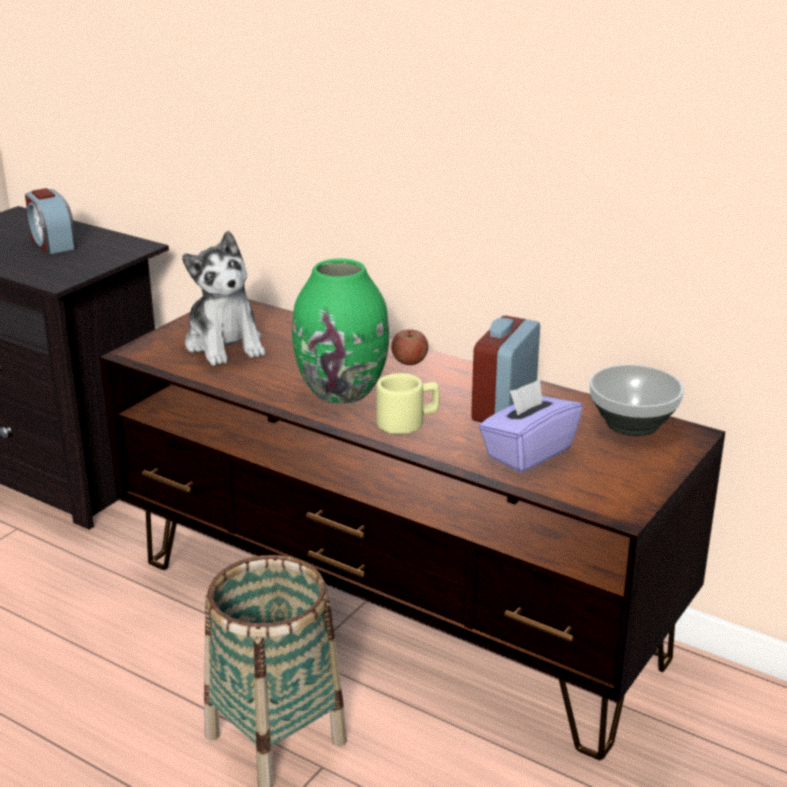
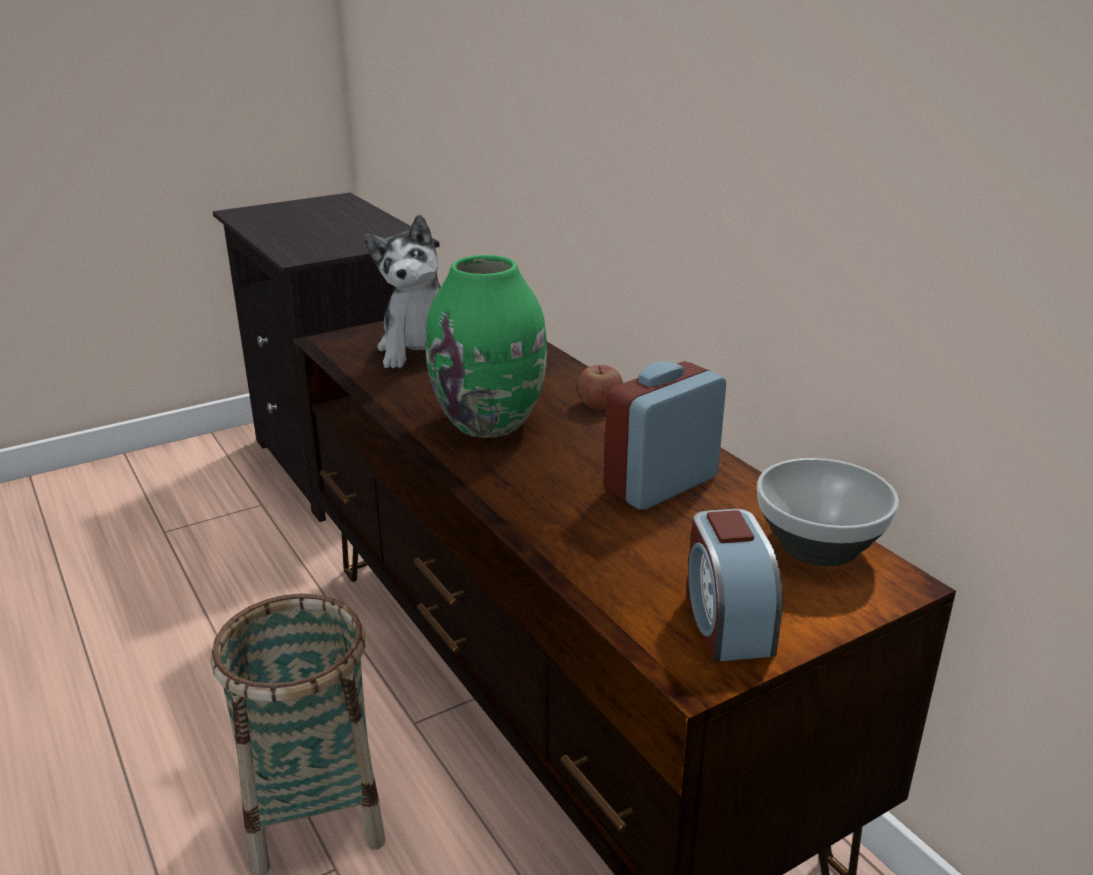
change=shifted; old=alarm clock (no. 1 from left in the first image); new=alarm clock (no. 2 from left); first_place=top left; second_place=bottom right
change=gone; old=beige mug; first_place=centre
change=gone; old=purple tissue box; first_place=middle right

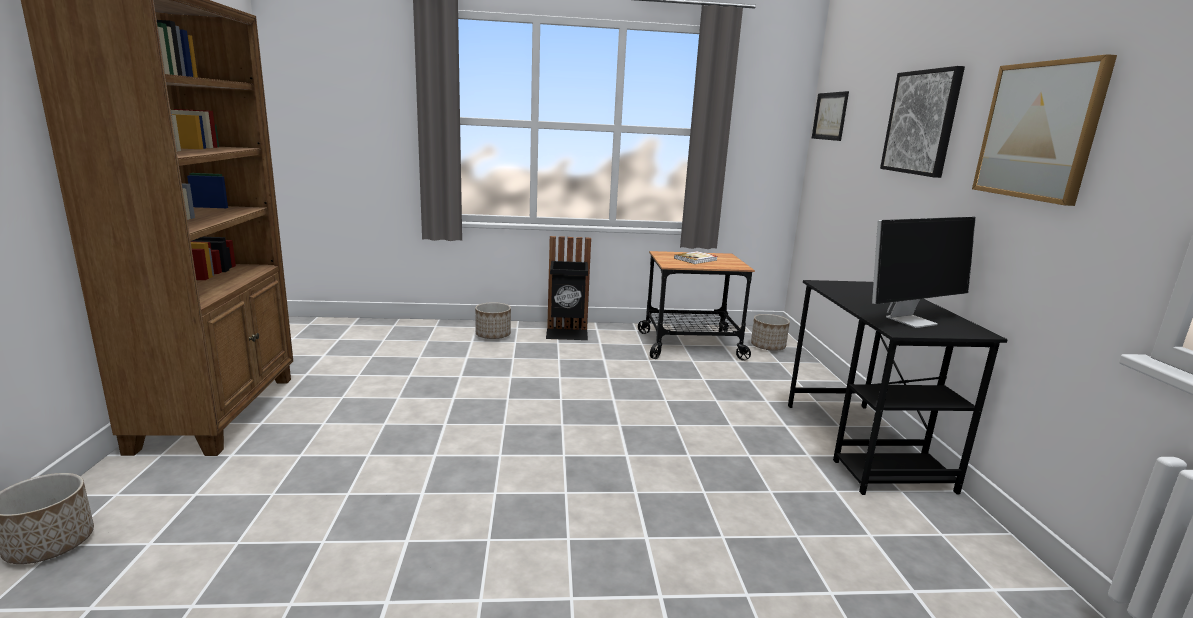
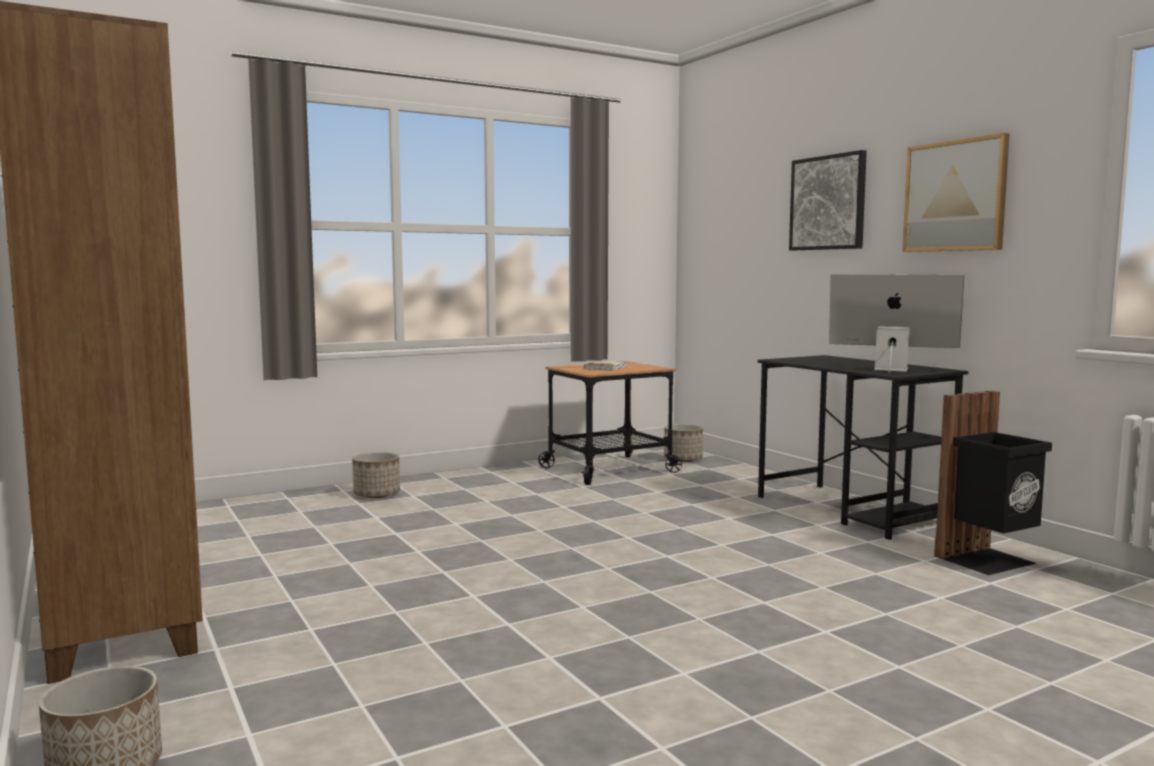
change=shifted; old=black trash can; first_place=centre; second_place=middle right
change=gone; old=picture (no. 1 from left); first_place=top right
change=rotated; old=monitor; first_place=middle right; second_place=middle right; degrees=-105

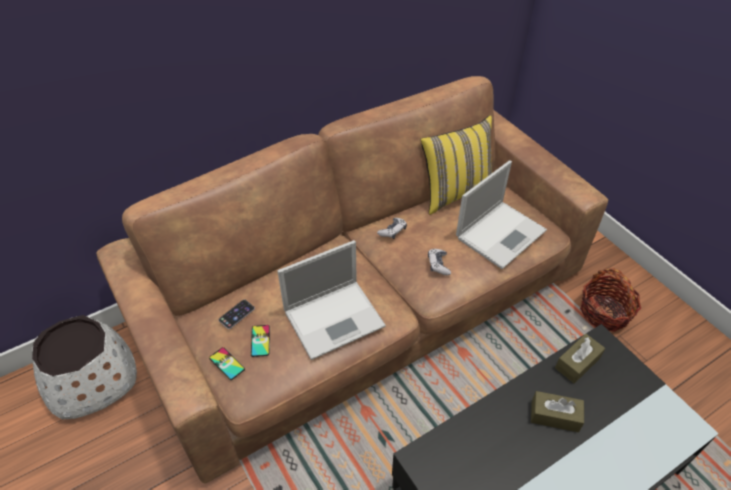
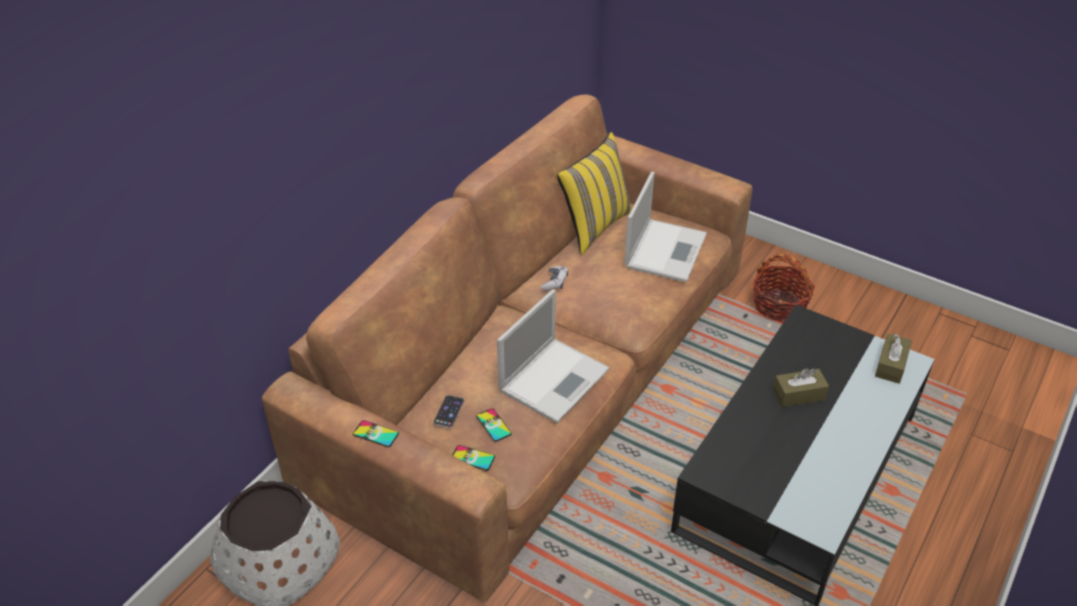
change=gone; old=game controller (no. 2 from left); first_place=centre
change=shifted; old=brown tissue box (no. 2 from left); first_place=bottom right; second_place=middle right
change=new; new=phone (no. 1 from left); second_place=bottom centre

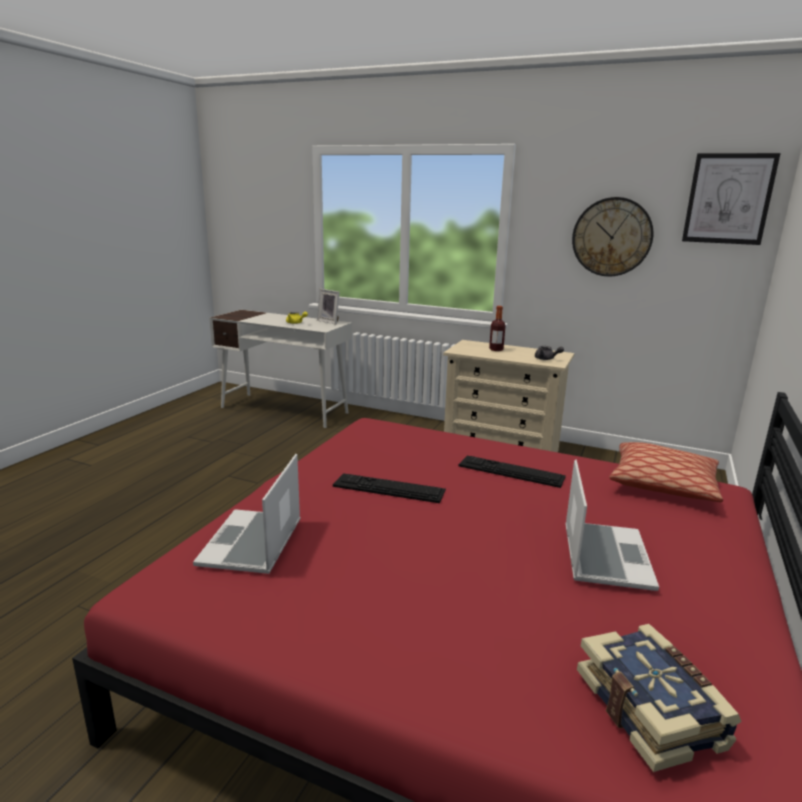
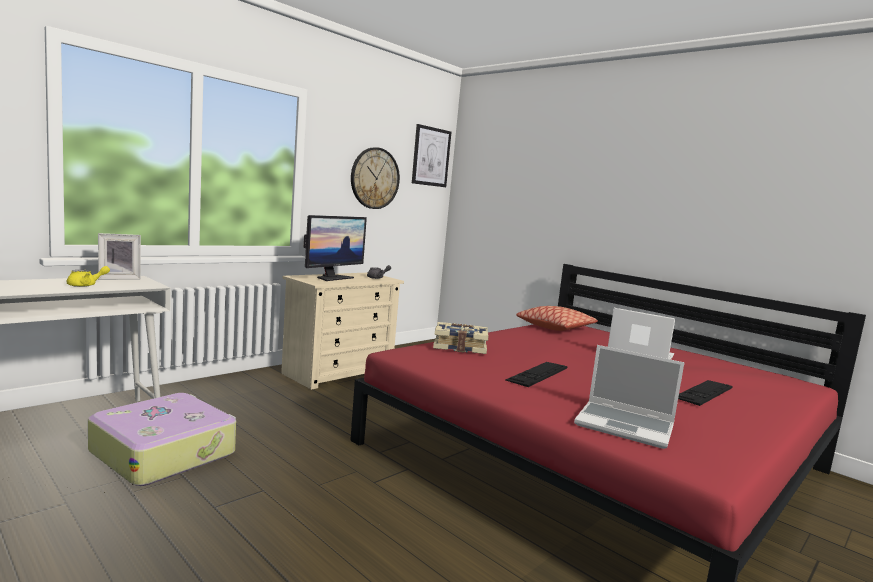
change=shifted; old=keyboard (no. 2 from left); first_place=centre; second_place=bottom right
change=swapped; old=bottle; new=monitor; first_place=centre; second_place=centre
change=shifted; old=book; first_place=bottom right; second_place=centre
change=new; new=suitcase; second_place=bottom left

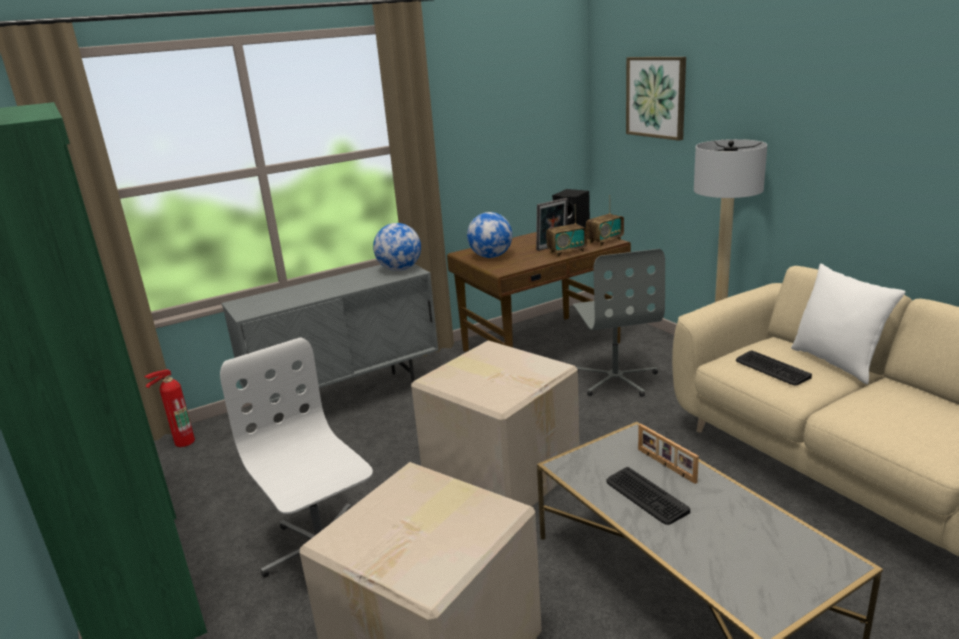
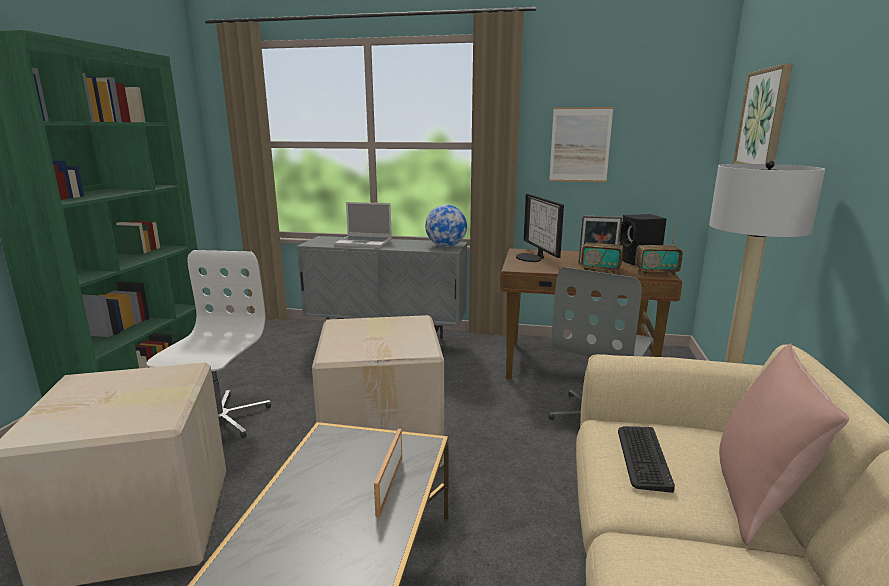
change=gone; old=fire extinguisher; first_place=middle left
change=swapped; old=globe (no. 2 from left); new=monitor; first_place=centre; second_place=centre
change=gone; old=keyboard (no. 1 from left); first_place=bottom right
change=repainted; old=white pillow; new=pink pillow; first_place=middle right; second_place=bottom right
change=new; new=laptop; second_place=centre
change=new; new=picture (no. 1 from left); second_place=top centre

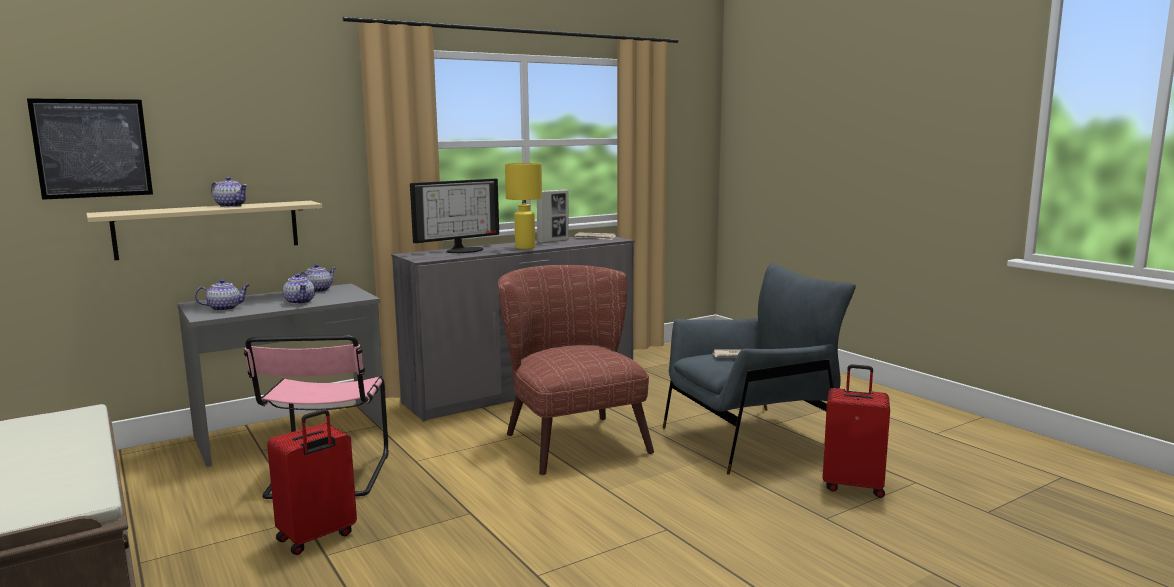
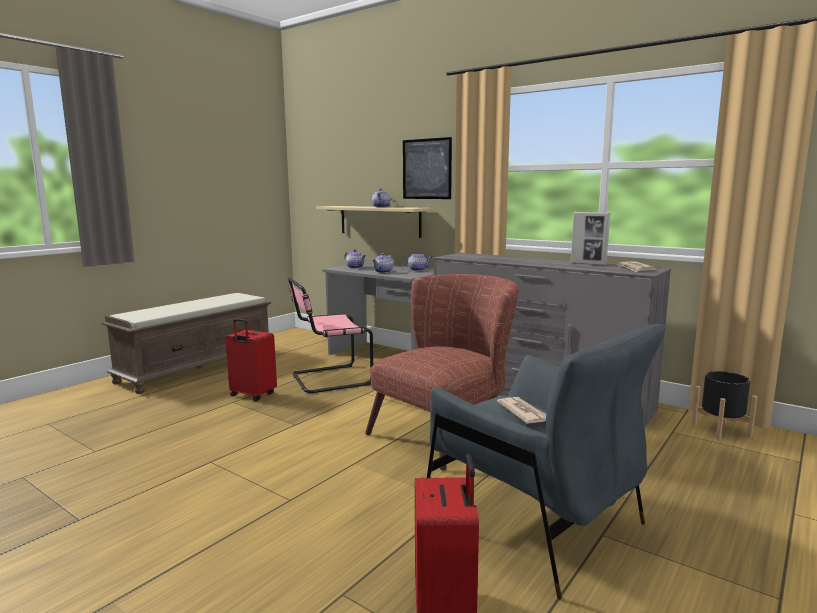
change=shifted; old=picture; first_place=top left; second_place=top centre
change=gone; old=monitor; first_place=centre
change=gone; old=yellow table lamp; first_place=centre
change=new; new=black planter; second_place=middle right

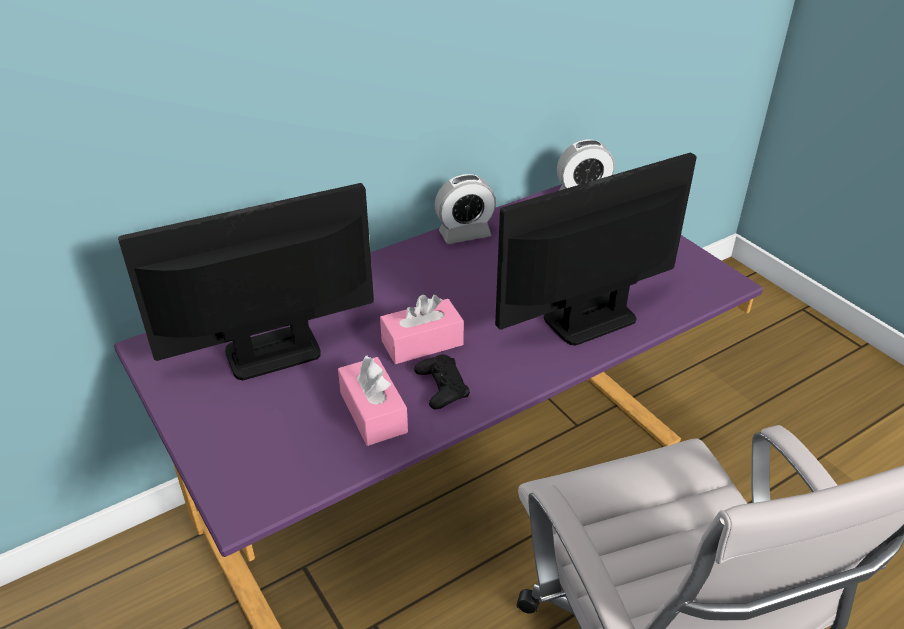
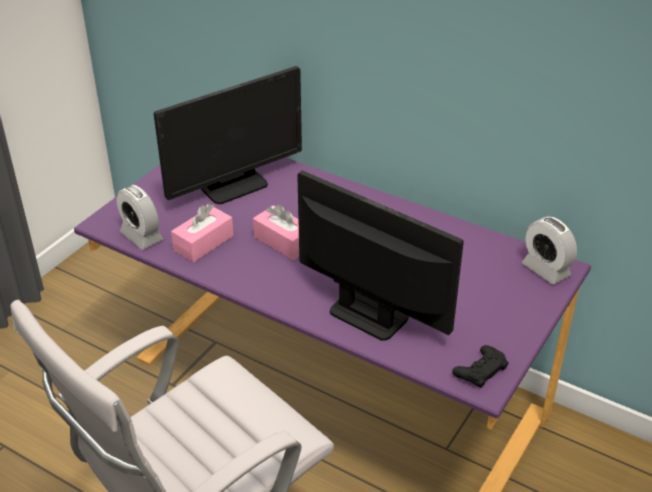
change=rotated; old=monitor (no. 1 from left); first_place=middle left; second_place=top centre; degrees=105
change=shifted; old=black game controller; first_place=centre; second_place=bottom right
change=shifted; old=alarm clock (no. 1 from left); first_place=top centre; second_place=middle left

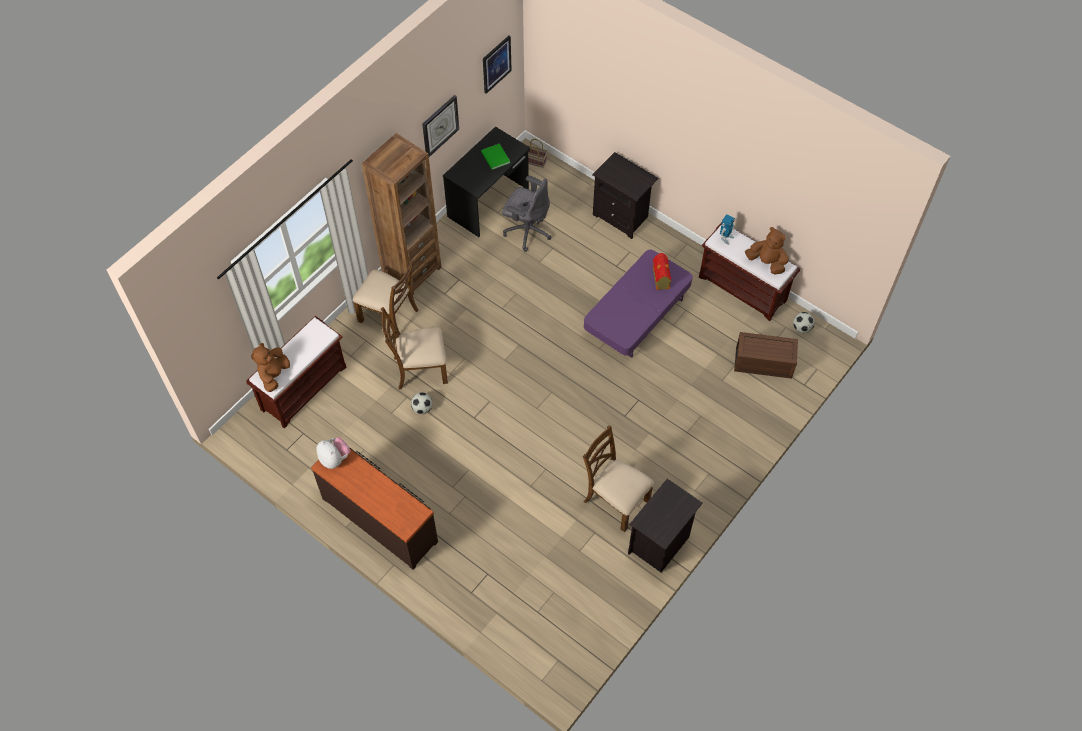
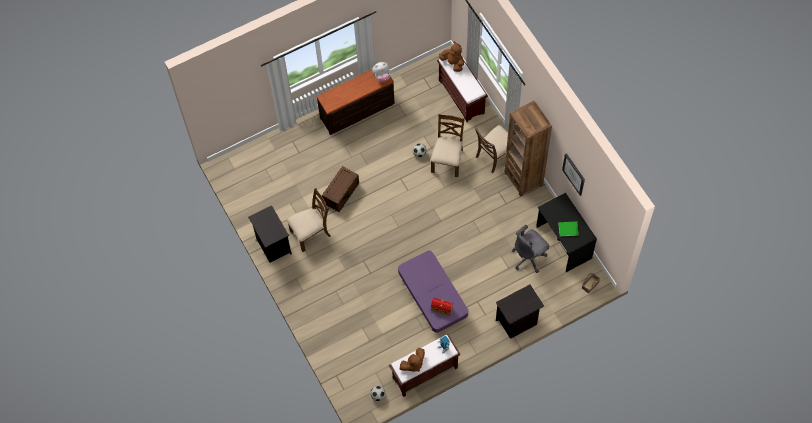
change=gone; old=picture; first_place=top centre
change=shifted; old=brown storage box; first_place=middle right; second_place=centre

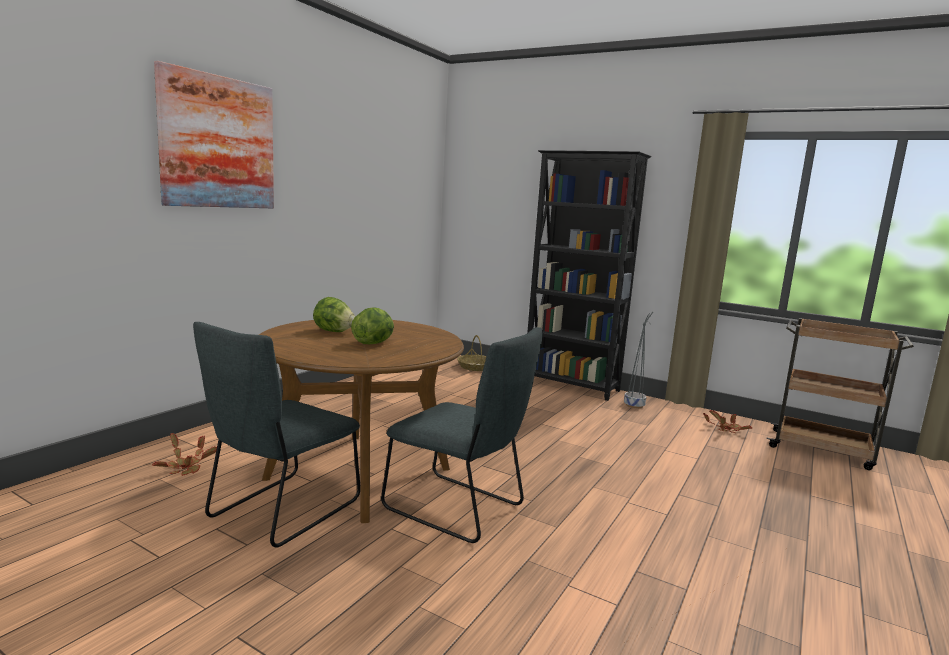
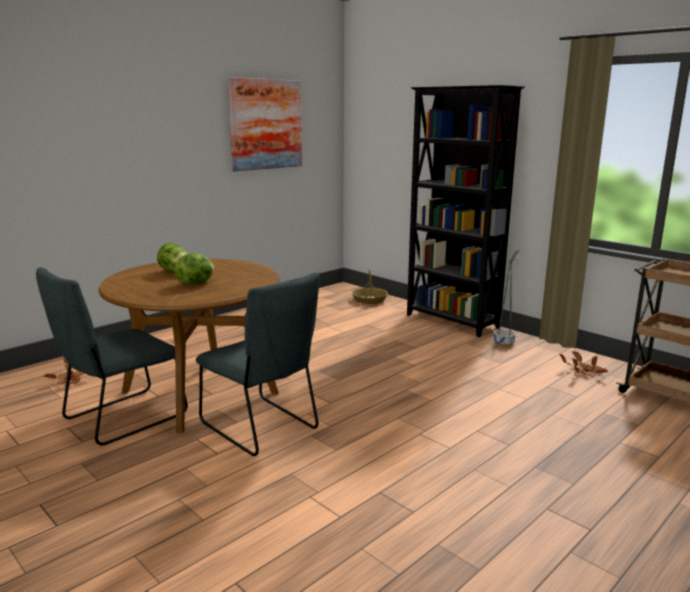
change=shifted; old=picture; first_place=top left; second_place=top centre

